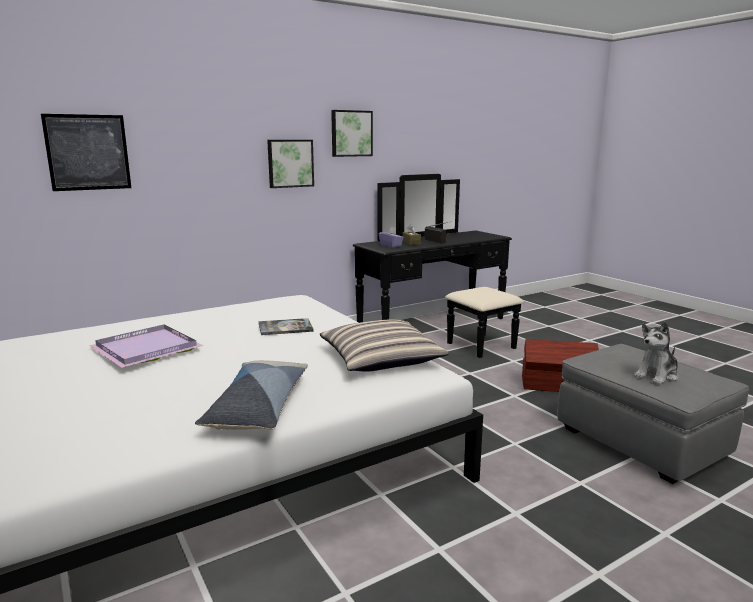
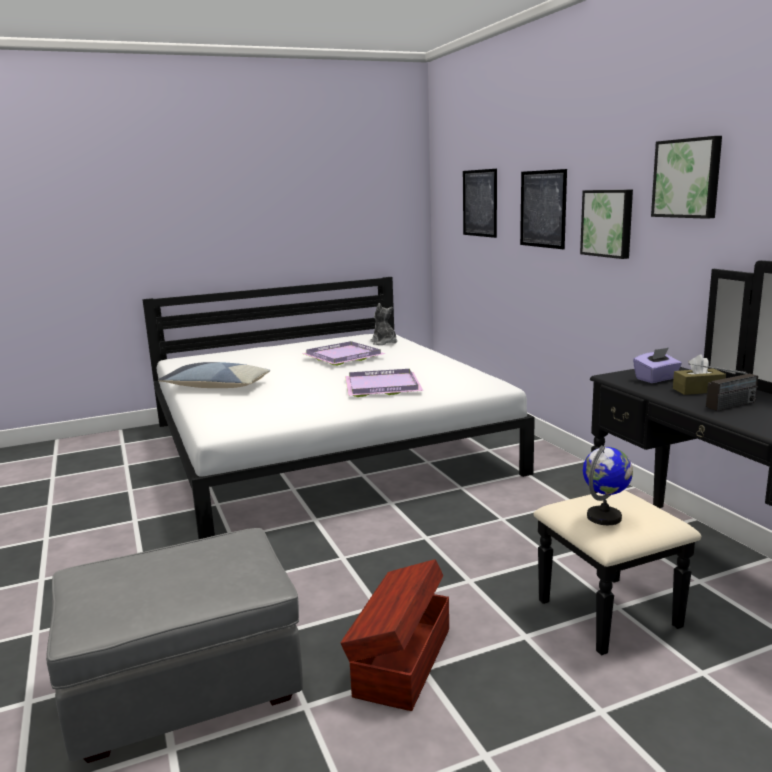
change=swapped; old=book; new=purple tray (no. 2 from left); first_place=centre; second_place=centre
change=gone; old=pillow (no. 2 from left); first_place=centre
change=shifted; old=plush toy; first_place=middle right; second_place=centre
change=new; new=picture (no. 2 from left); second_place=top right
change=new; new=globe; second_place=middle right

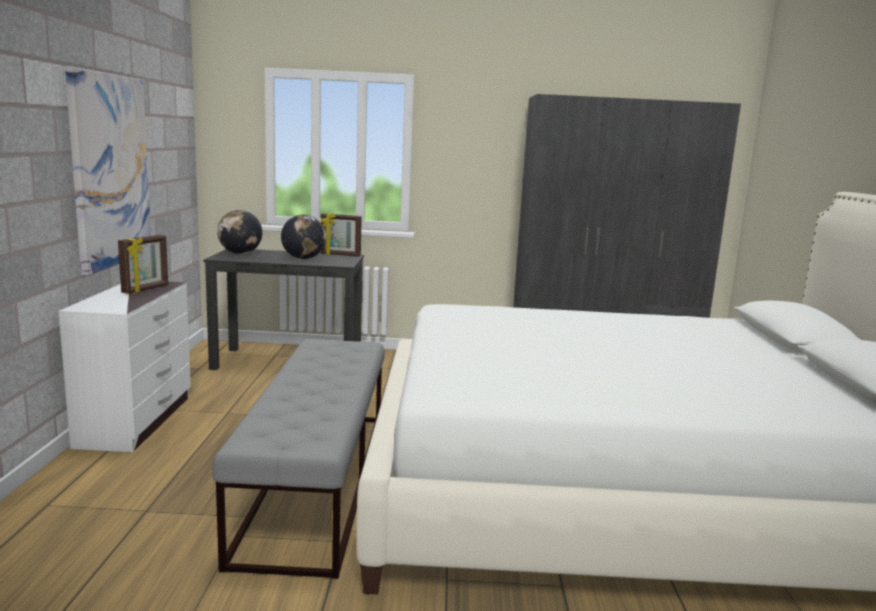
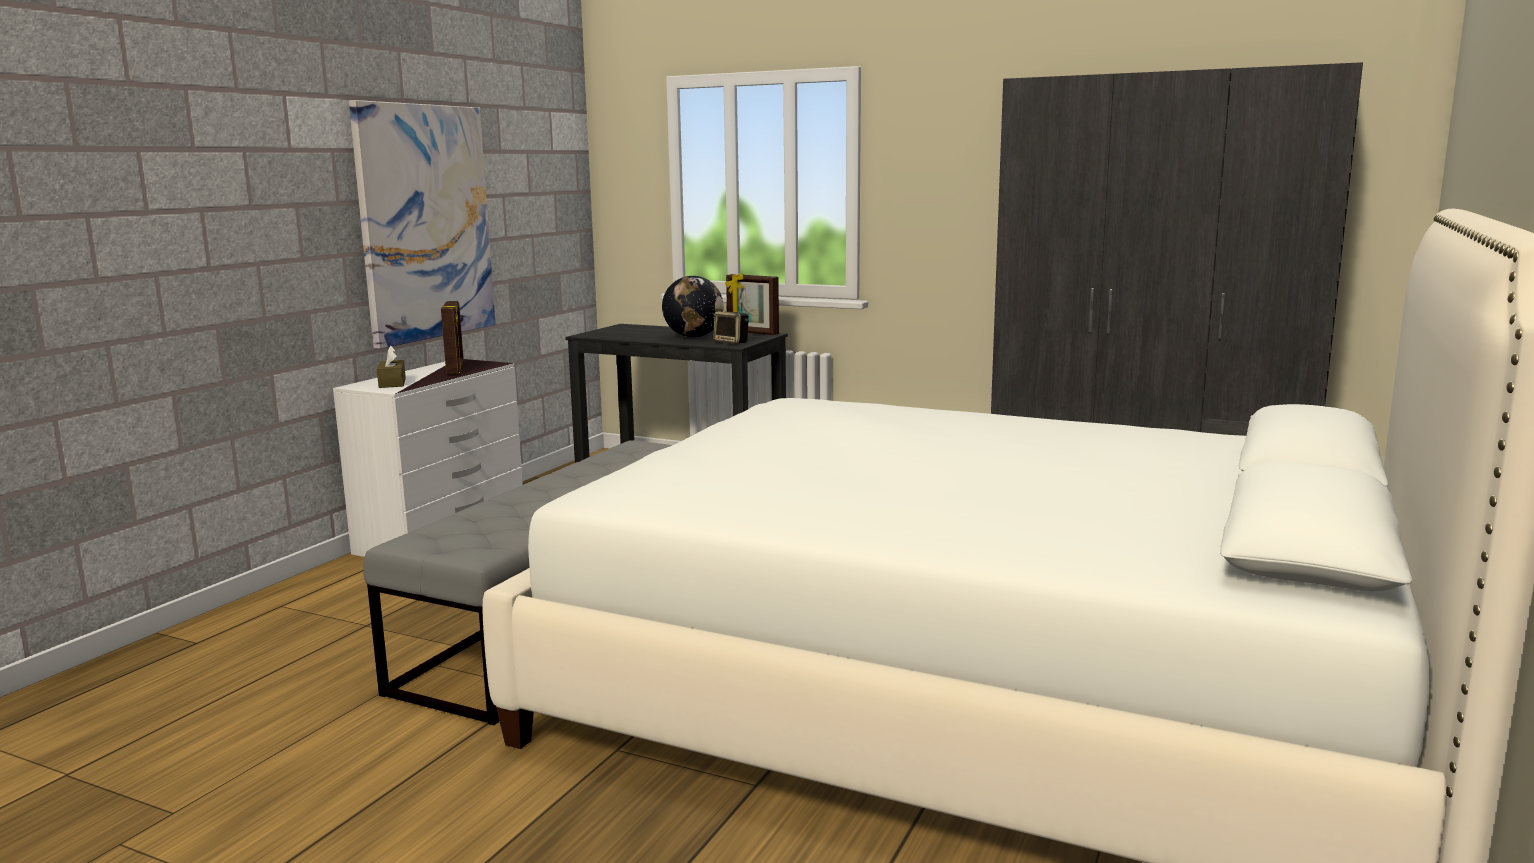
change=rotated; old=picture frame (no. 1 from left); first_place=middle left; second_place=middle left; degrees=-60
change=gone; old=globe (no. 1 from left); first_place=middle left
change=new; new=brown tissue box; second_place=middle left
change=new; new=speaker; second_place=centre

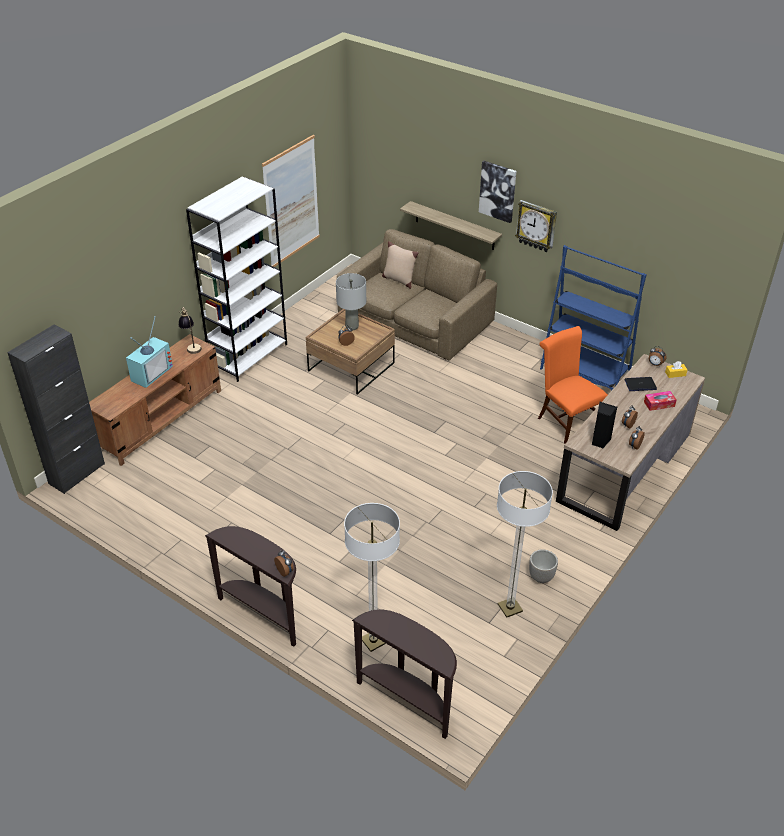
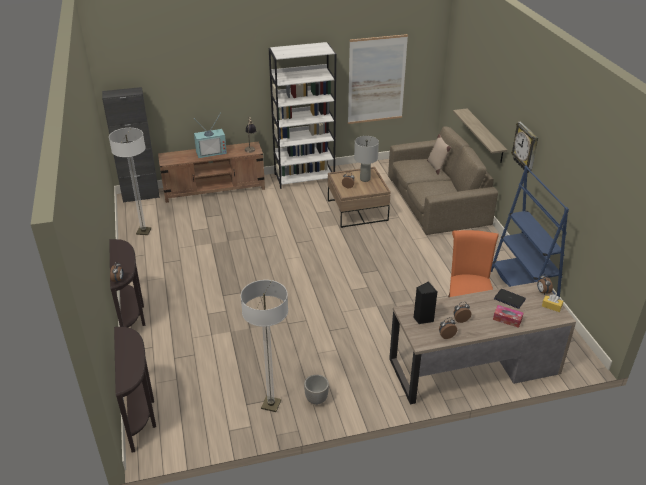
change=shifted; old=floor lamp (no. 1 from left); first_place=bottom centre; second_place=middle left
change=gone; old=picture (no. 2 from left); first_place=top centre

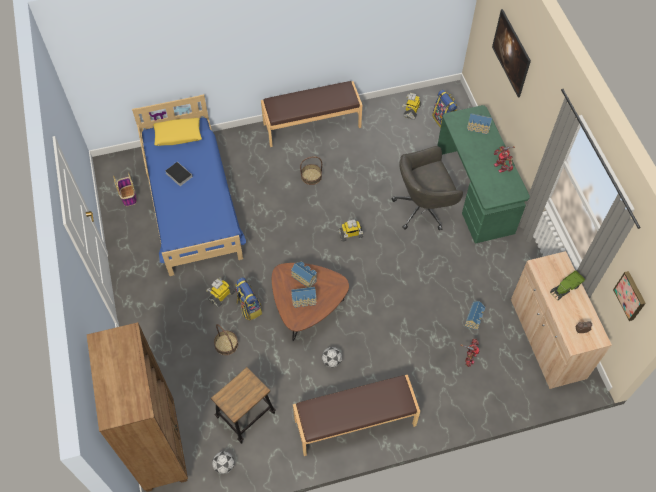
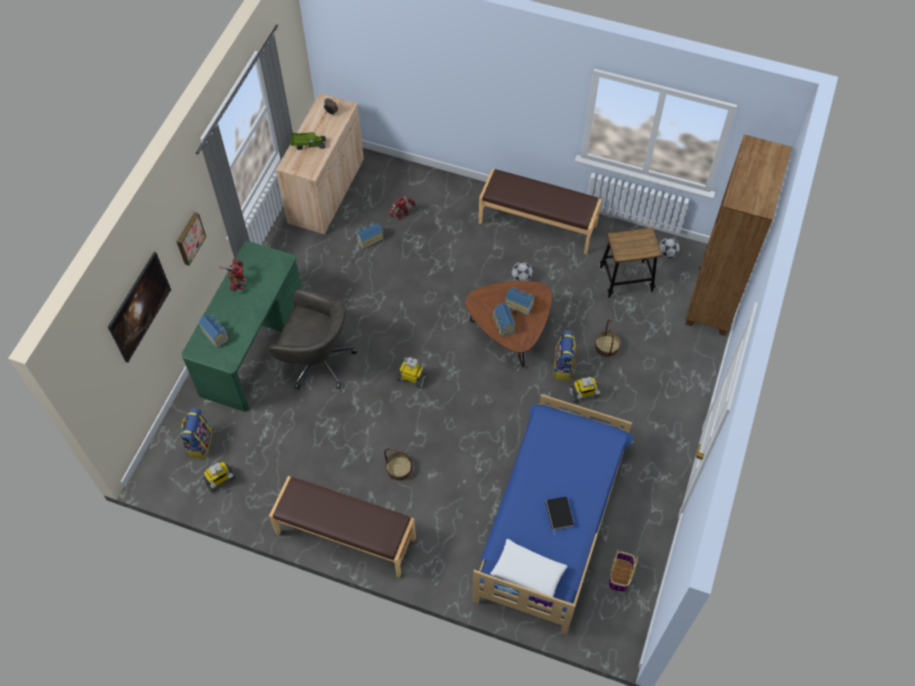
change=repainted; old=yellow pillow; new=white pillow; first_place=top left; second_place=bottom centre
change=shifted; old=picture (no. 2 from left); first_place=middle right; second_place=middle left

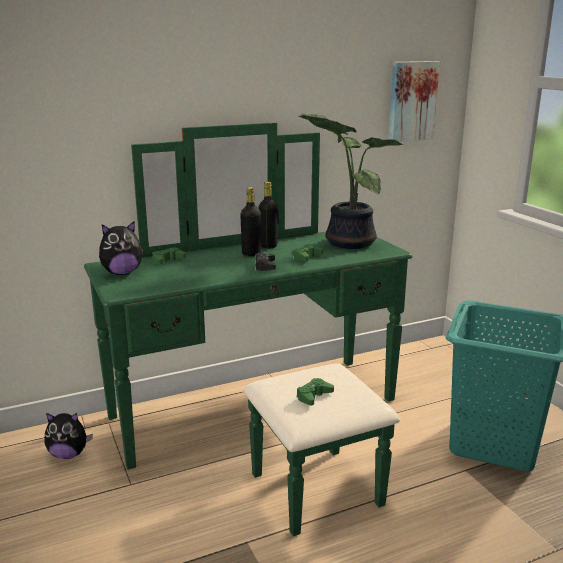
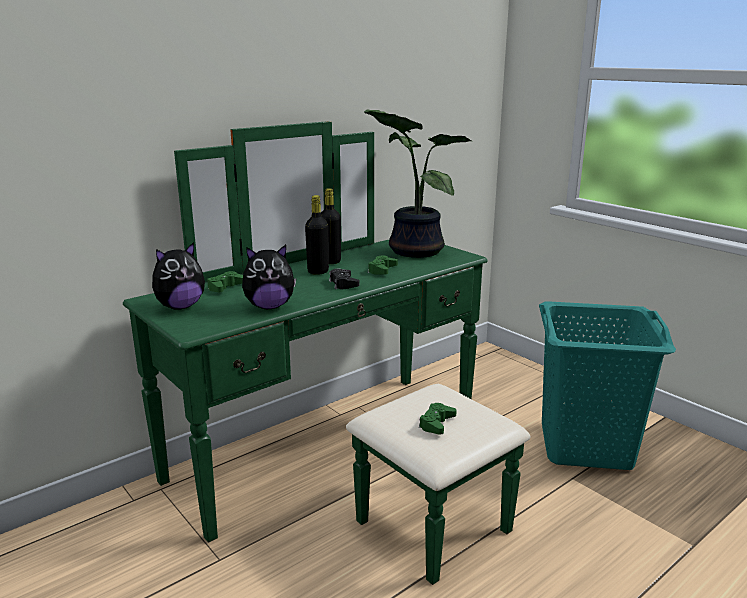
change=shifted; old=plush toy (no. 1 from left in the first image); new=plush toy (no. 2 from left); first_place=bottom left; second_place=centre
change=gone; old=picture; first_place=top right

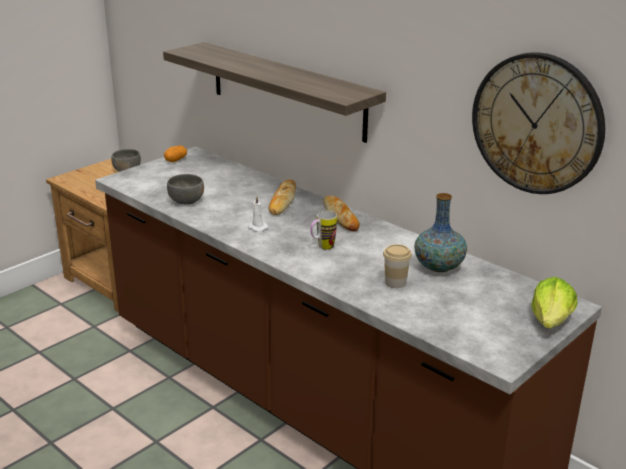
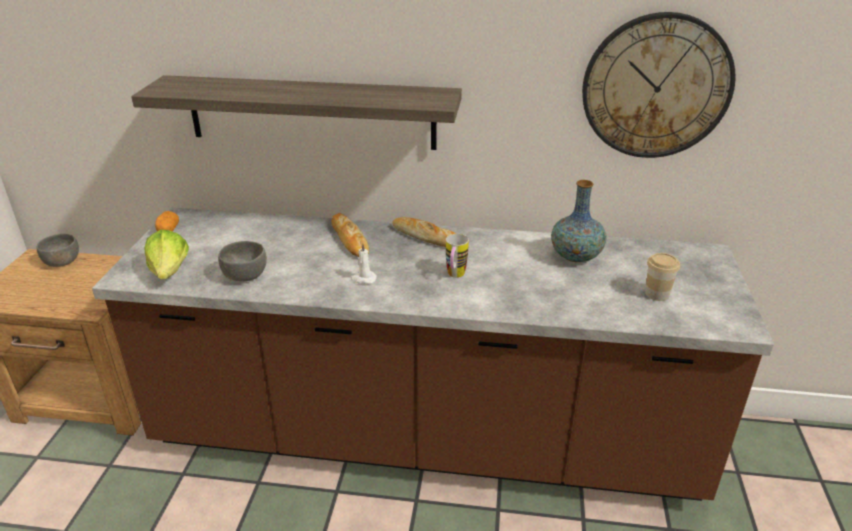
change=shifted; old=cup; first_place=centre; second_place=middle right
change=shifted; old=lettuce; first_place=middle right; second_place=middle left

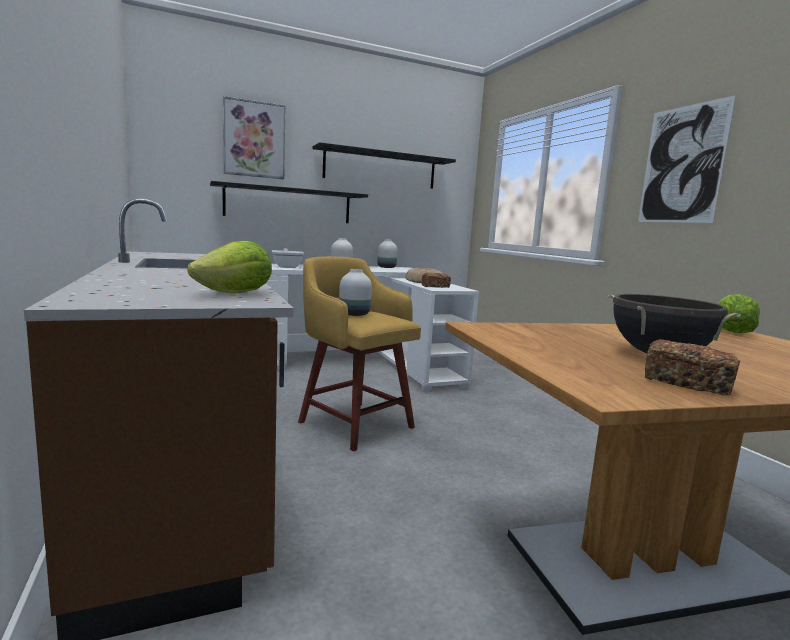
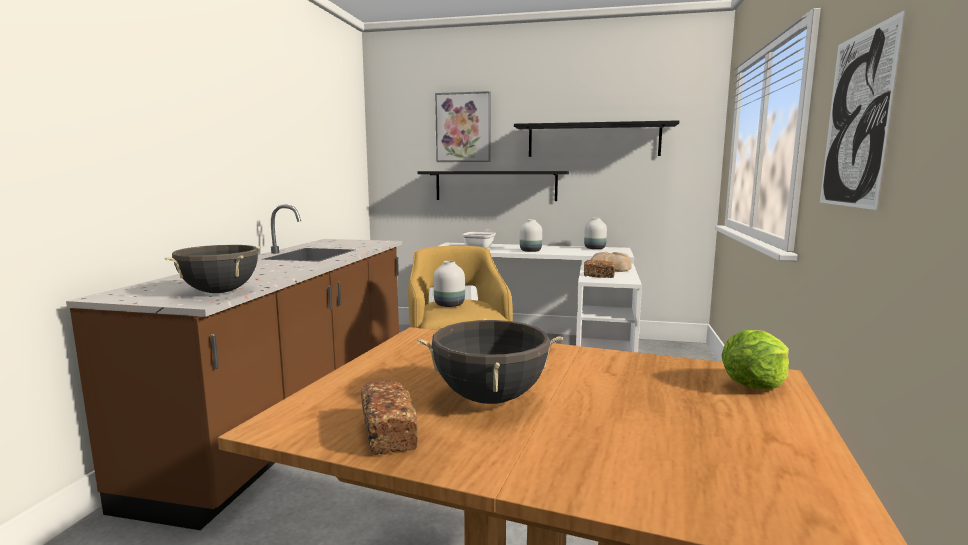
change=swapped; old=lettuce (no. 1 from left); new=black cooking pot (no. 1 from left); first_place=middle left; second_place=middle left

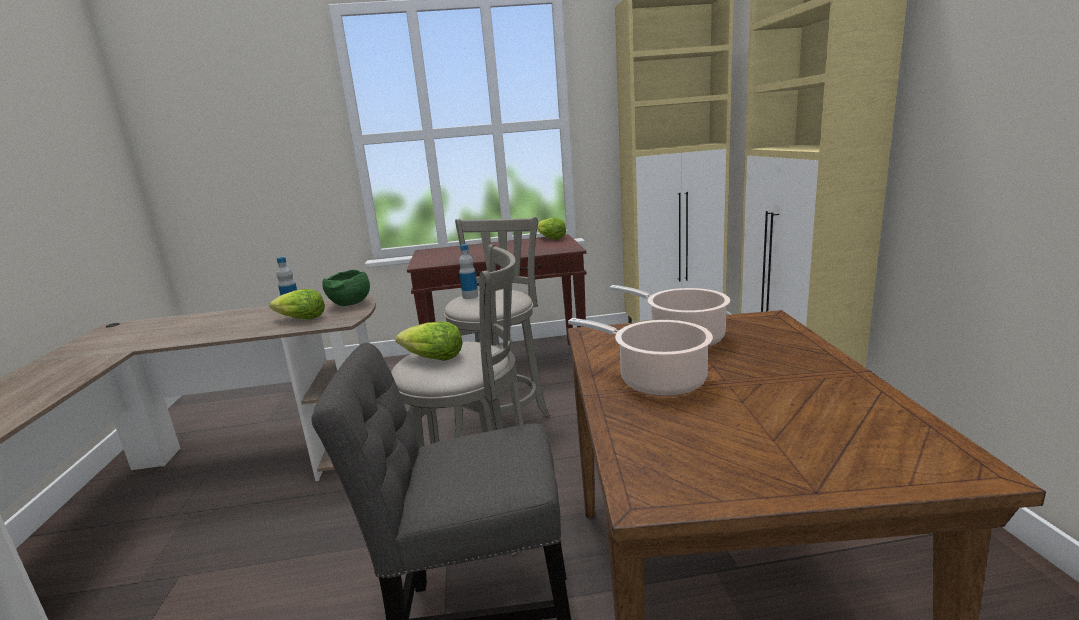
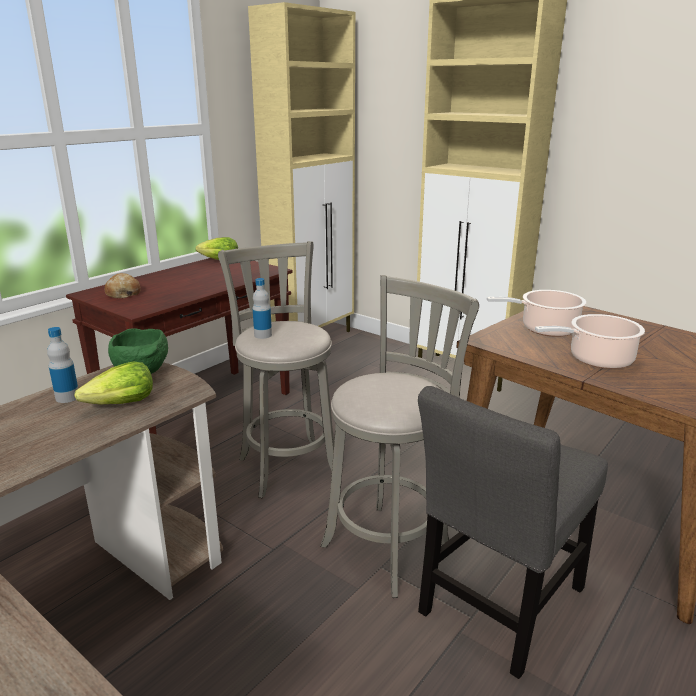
change=gone; old=lettuce (no. 2 from left); first_place=centre
change=new; new=bread; second_place=middle left

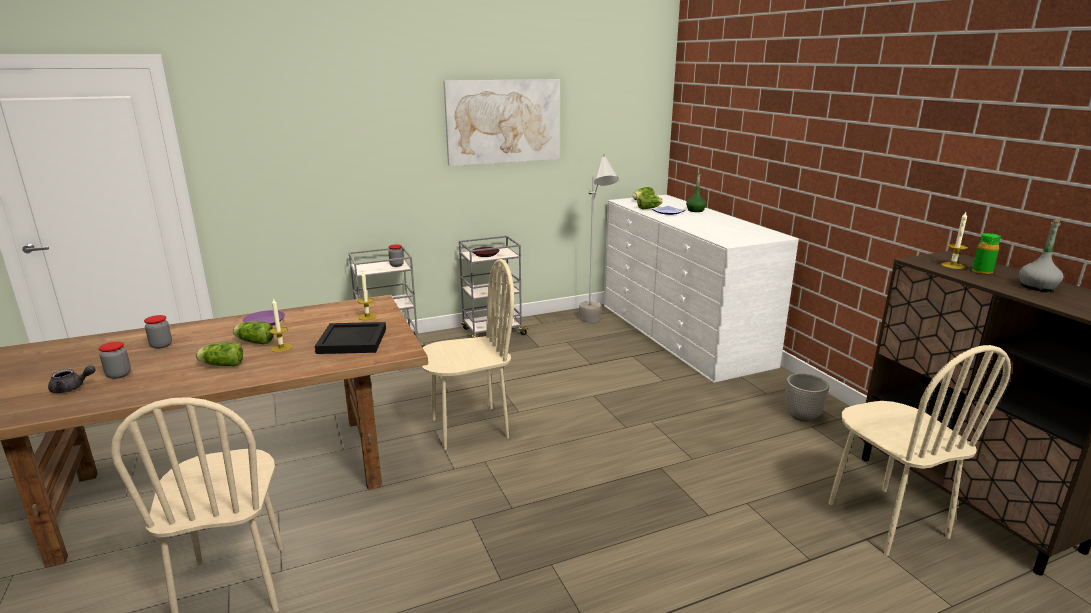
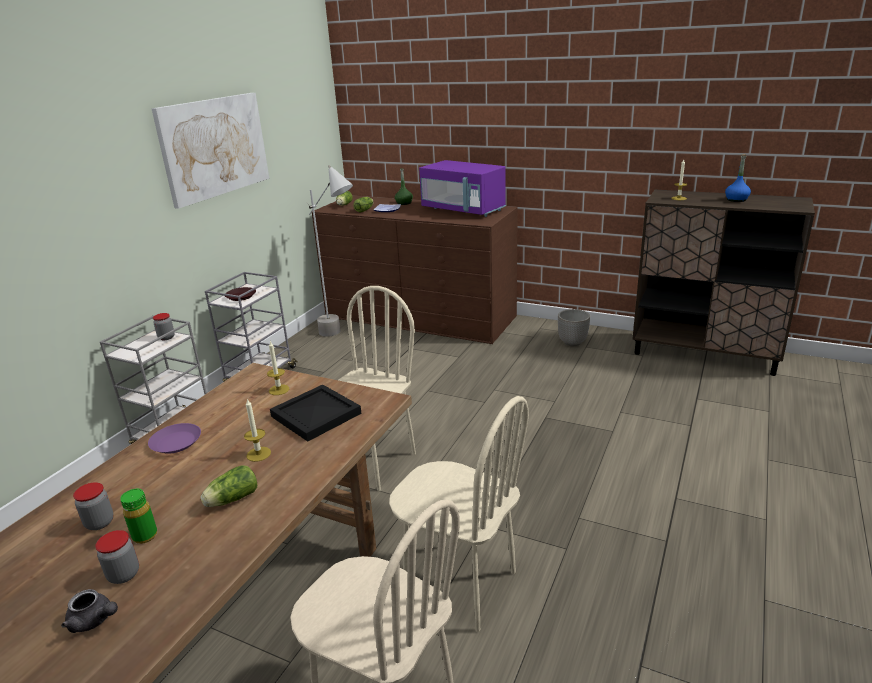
change=rotated; old=grey teapot; first_place=middle left; second_place=bottom left; degrees=75
change=gone; old=lettuce (no. 2 from left); first_place=middle left
change=repainted; old=white dresser; new=brown dresser; first_place=centre; second_place=centre
change=shifted; old=beige chair (no. 3 from left); first_place=bottom right; second_place=bottom centre
change=shifted; old=green bottle (no. 2 from left in the first image); new=green bottle (no. 1 from left); first_place=middle right; second_place=bottom left
change=repainted; old=grey bottle; new=blue bottle; first_place=middle right; second_place=top right
change=new; new=purple microwave; second_place=top centre

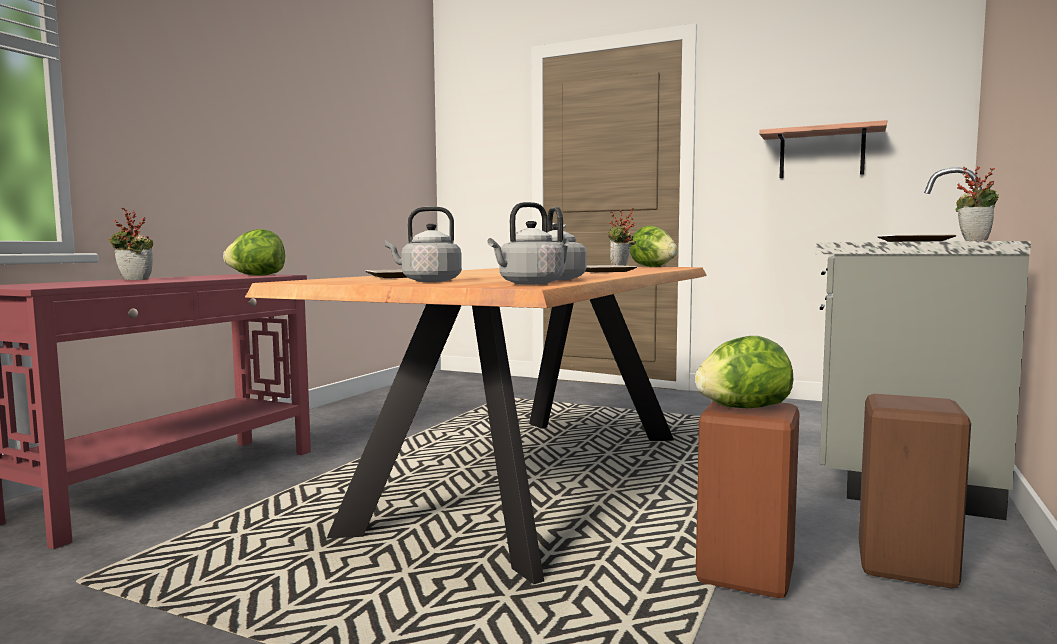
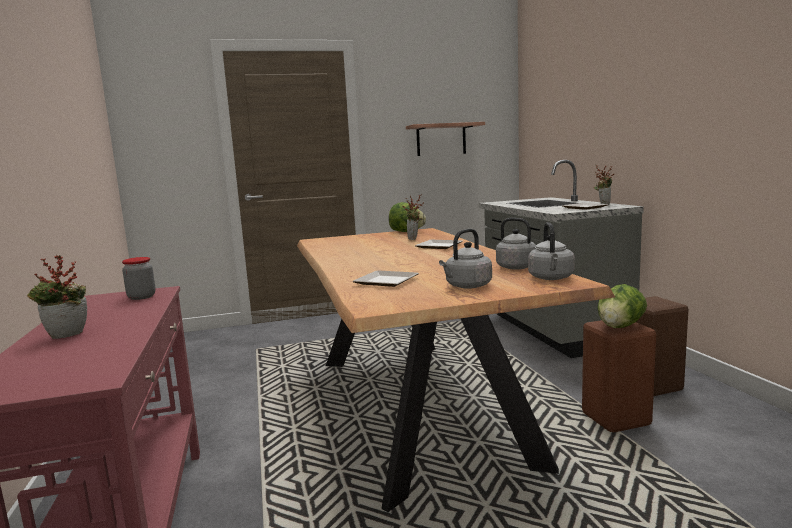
change=swapped; old=lettuce (no. 1 from left); new=jar; first_place=middle left; second_place=middle left

